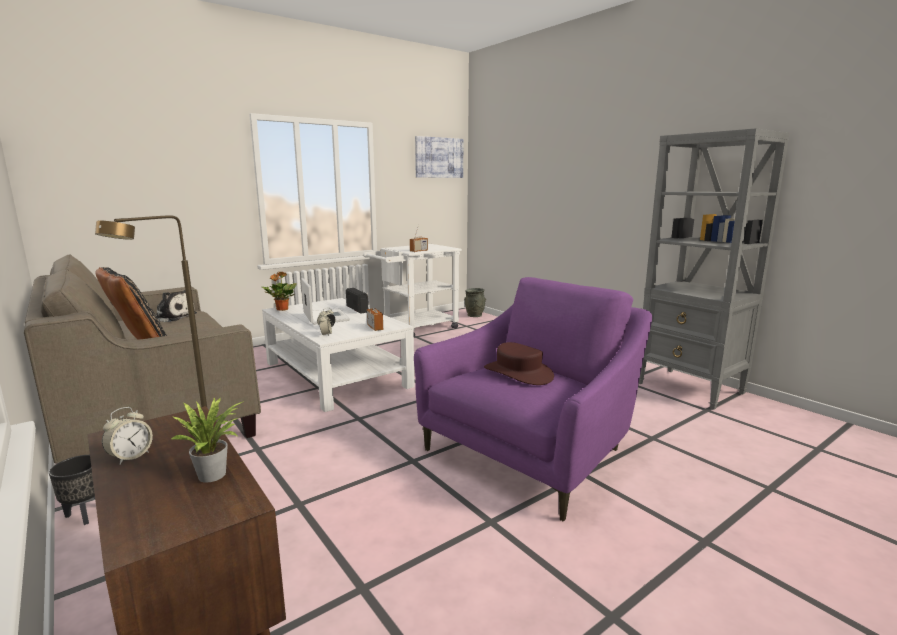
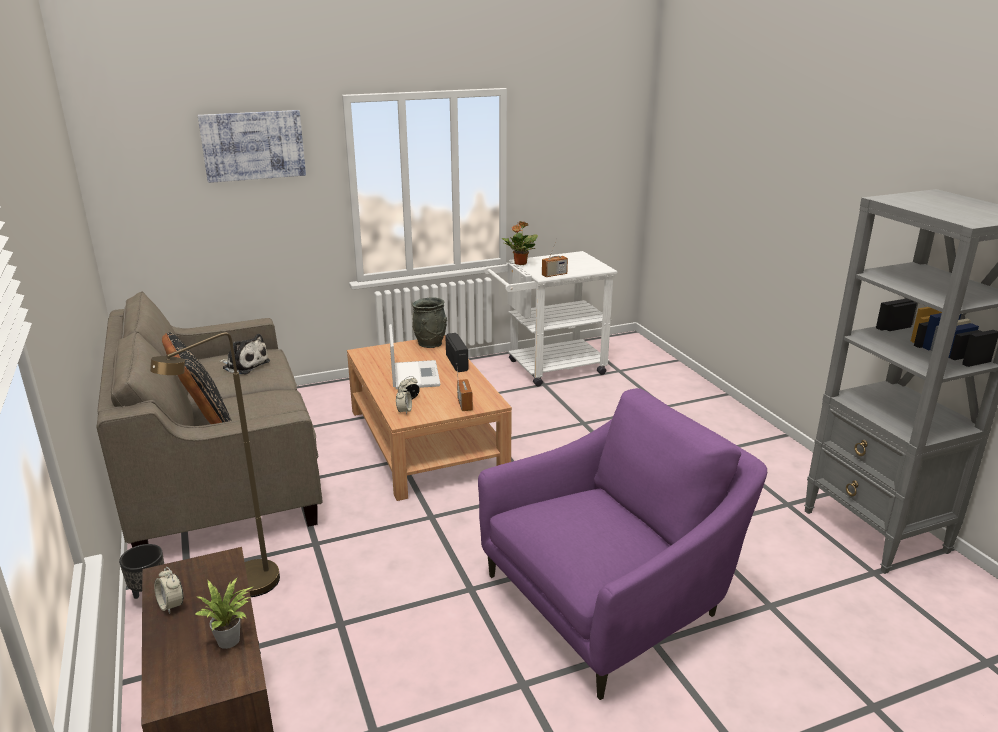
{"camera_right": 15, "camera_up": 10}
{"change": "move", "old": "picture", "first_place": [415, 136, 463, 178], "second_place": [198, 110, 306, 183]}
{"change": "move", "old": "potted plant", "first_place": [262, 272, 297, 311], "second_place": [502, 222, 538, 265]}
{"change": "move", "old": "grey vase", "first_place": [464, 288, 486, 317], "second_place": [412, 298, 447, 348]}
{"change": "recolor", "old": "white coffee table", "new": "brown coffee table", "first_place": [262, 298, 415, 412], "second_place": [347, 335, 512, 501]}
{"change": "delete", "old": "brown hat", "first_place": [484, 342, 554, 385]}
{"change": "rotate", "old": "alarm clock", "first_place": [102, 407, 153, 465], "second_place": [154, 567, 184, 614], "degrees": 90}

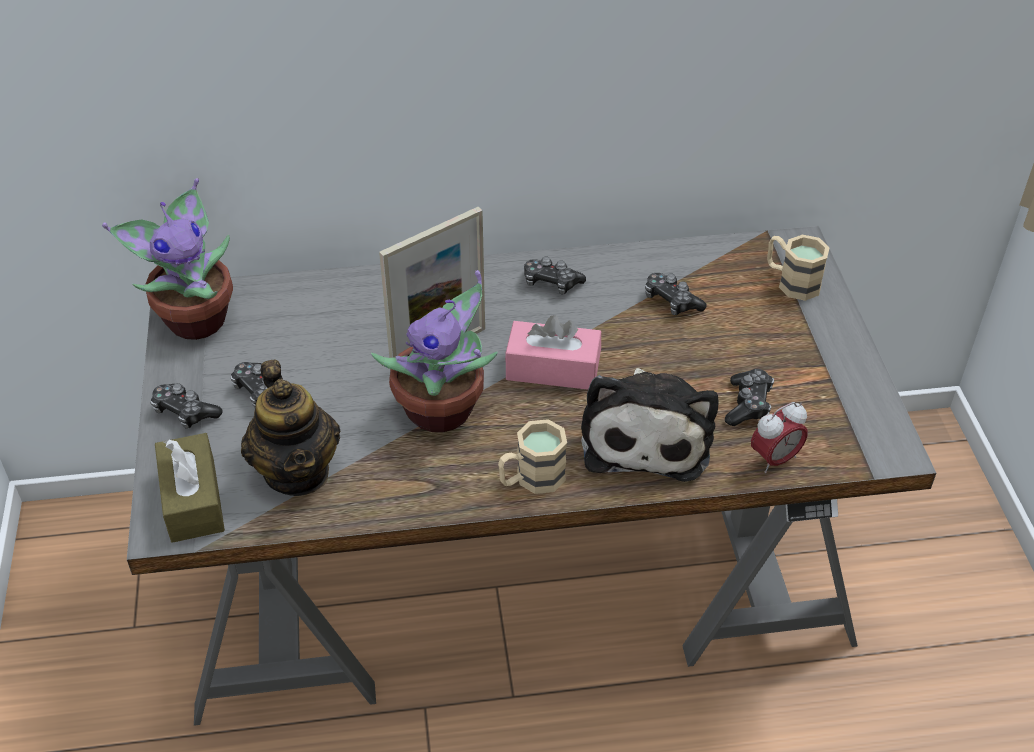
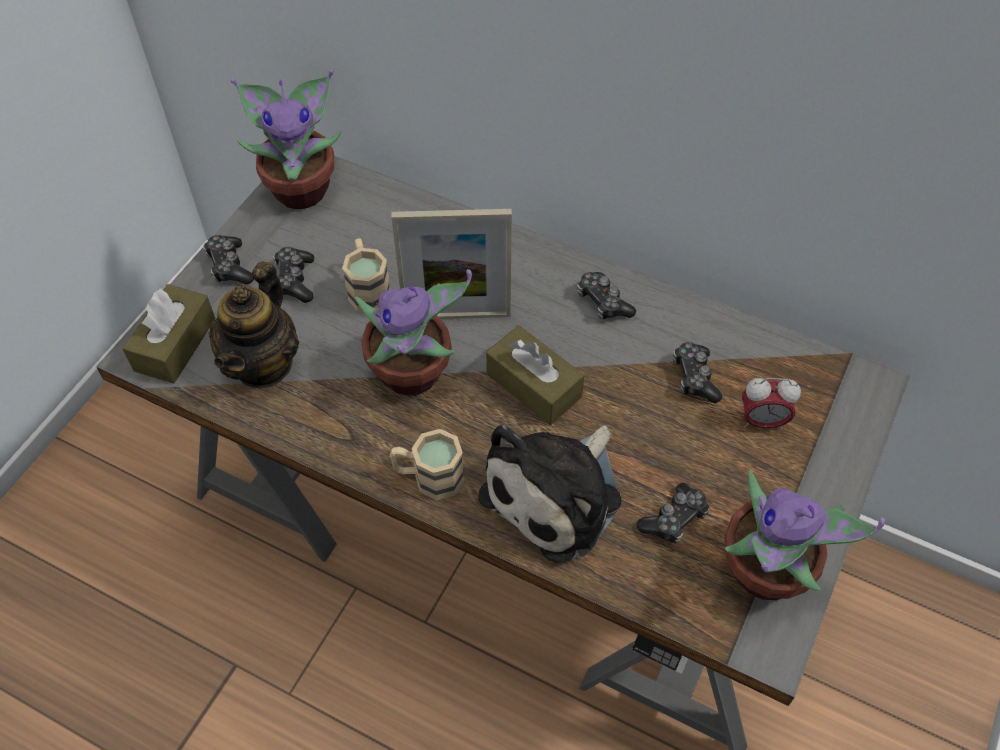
{"camera_right": 35, "camera_up": 10}
{"change": "move", "old": "beige mug", "first_place": [767, 235, 830, 301], "second_place": [342, 239, 390, 312]}
{"change": "recolor", "old": "pink tissue box", "new": "brown tissue box", "first_place": [505, 315, 601, 390], "second_place": [486, 325, 584, 425]}
{"change": "move", "old": "alarm clock", "first_place": [751, 402, 808, 473], "second_place": [742, 378, 801, 430]}
{"change": "insert", "new": "potted plant", "second_place": [724, 471, 885, 600]}

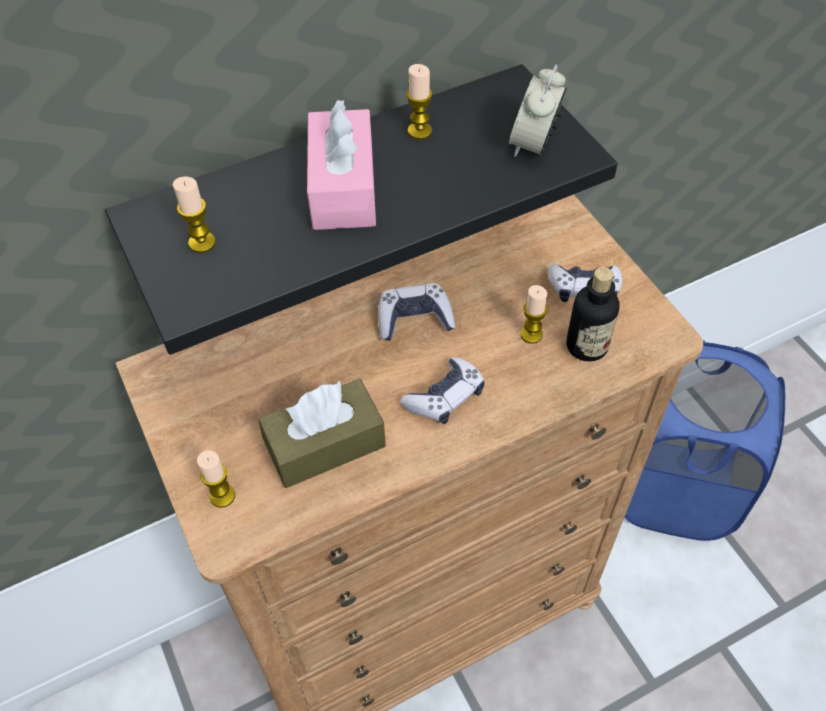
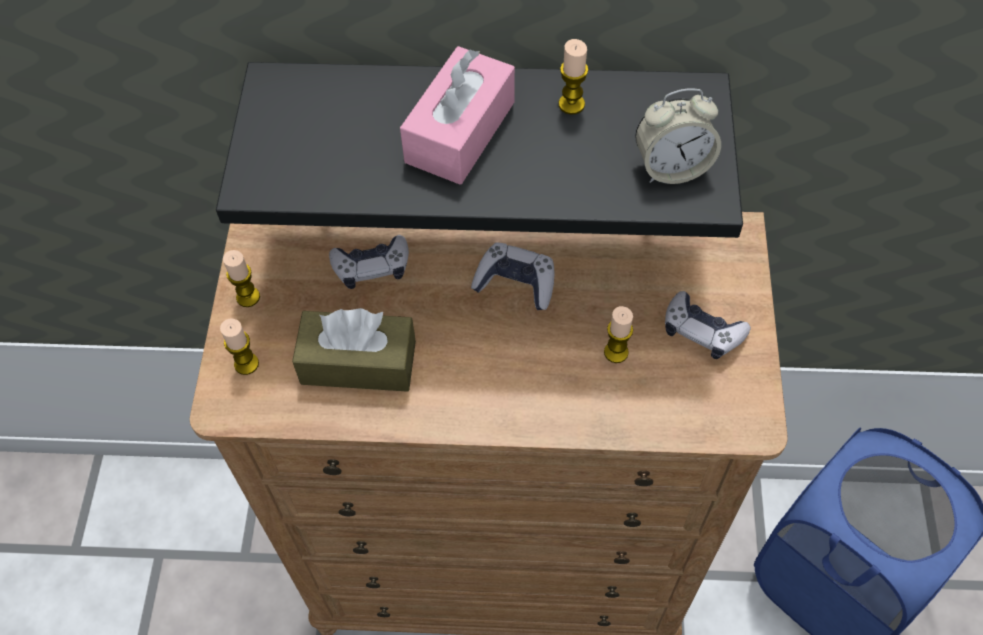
{"camera_right": 30, "camera_up": 5}
{"change": "rotate", "old": "alarm clock", "first_place": [508, 64, 567, 157], "second_place": [635, 88, 721, 184], "degrees": -150}
{"change": "move", "old": "candle", "first_place": [173, 176, 216, 253], "second_place": [223, 250, 260, 307]}
{"change": "delete", "old": "bottle", "first_place": [567, 267, 619, 362]}
{"change": "move", "old": "game controller", "first_place": [400, 357, 485, 424], "second_place": [329, 235, 409, 289]}

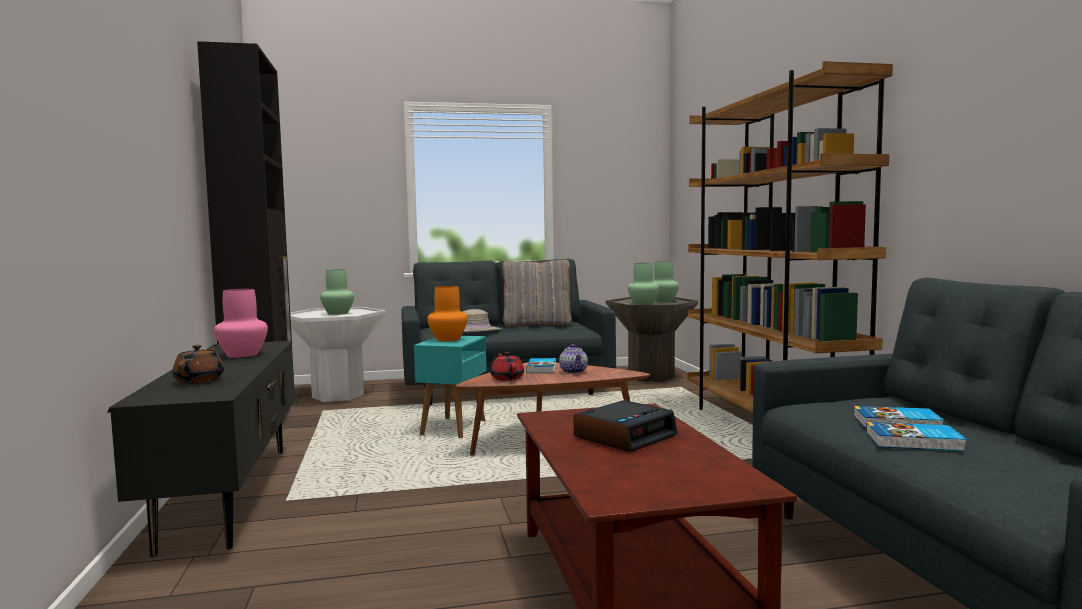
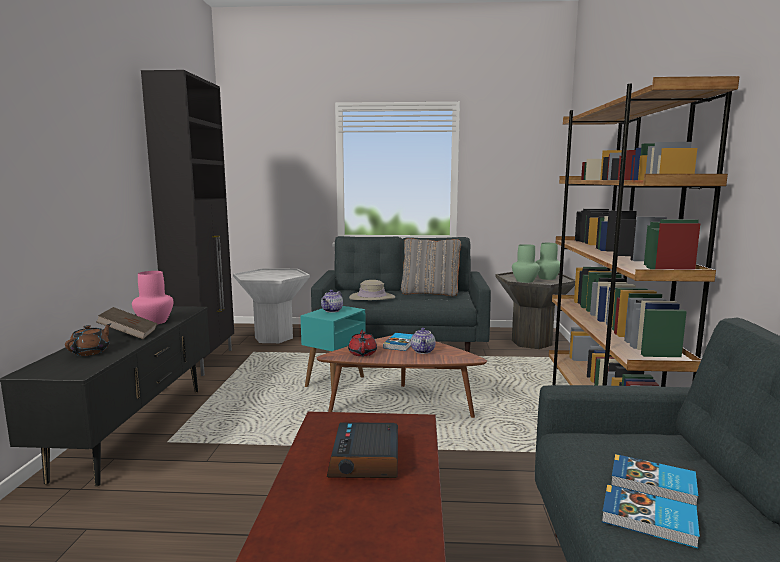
{"camera_right": 15, "camera_up": 5}
{"change": "delete", "old": "green vase", "first_place": [320, 270, 354, 315]}
{"change": "replace", "old": "orange vase", "new": "teapot", "first_place": [427, 286, 468, 341], "second_place": [321, 290, 343, 313]}
{"change": "rotate", "old": "alarm clock", "first_place": [573, 400, 677, 452], "second_place": [327, 422, 398, 478], "degrees": 120}
{"change": "insert", "new": "brown book", "second_place": [96, 307, 157, 339]}

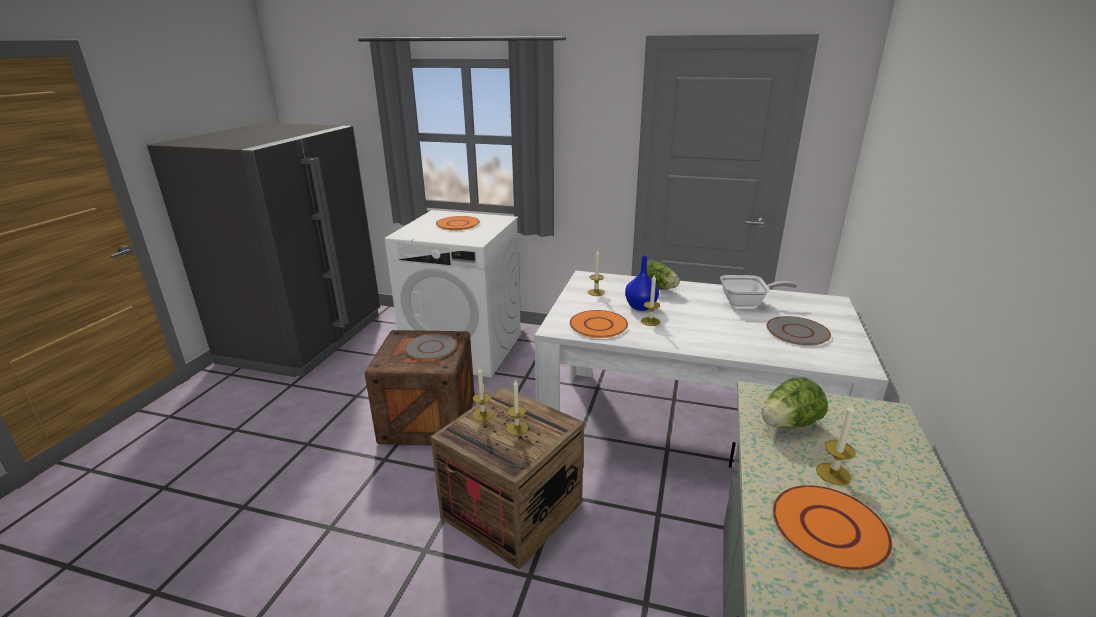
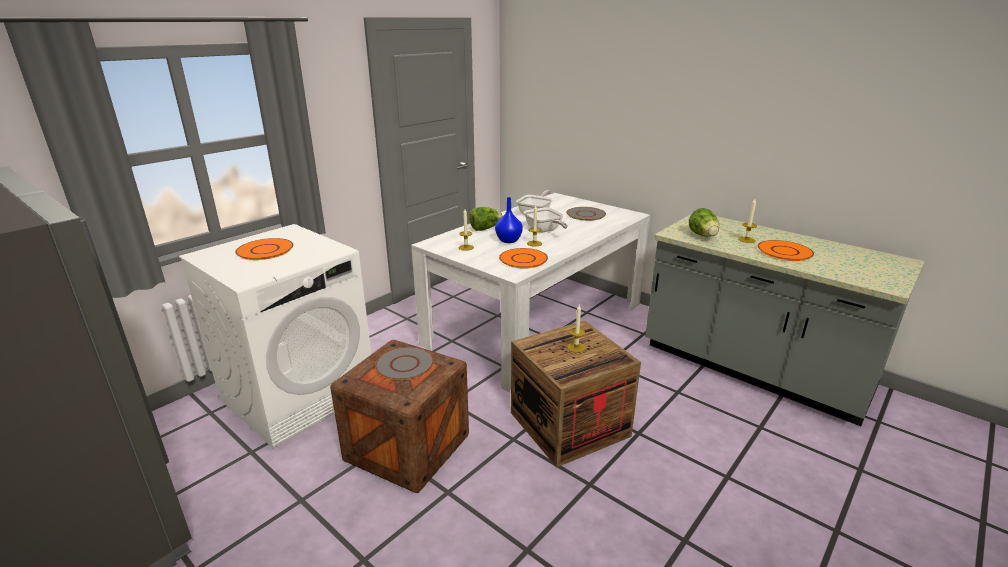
{"camera_right": -65, "camera_up": 0}
{"change": "delete", "old": "candle", "first_place": [473, 366, 493, 421]}
{"change": "insert", "new": "frying pan", "second_place": [523, 207, 568, 233]}

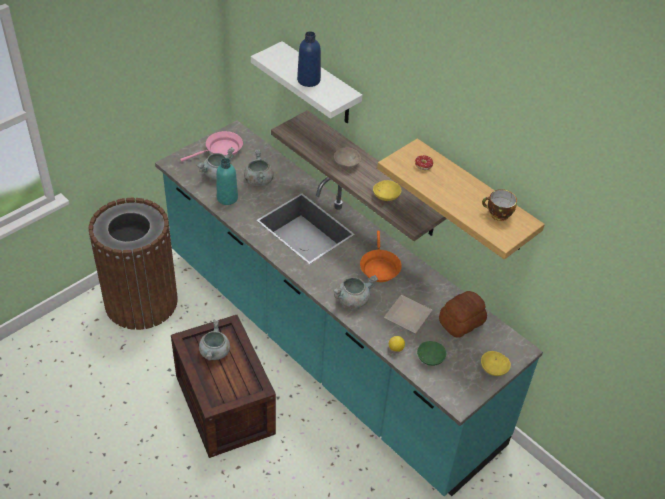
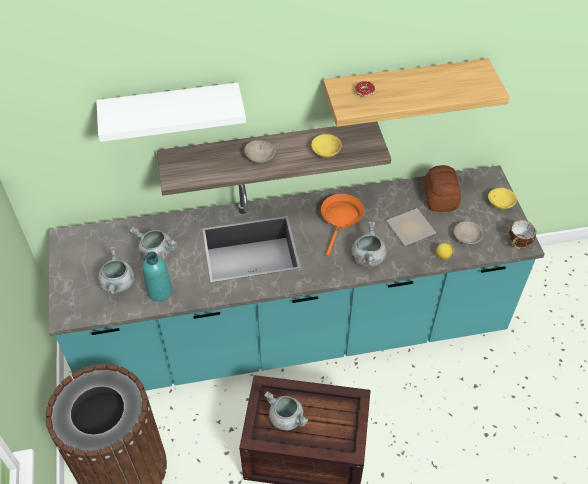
{"camera_right": -55, "camera_up": 5}
{"change": "delete", "old": "blue bottle", "first_place": [297, 31, 321, 87]}
{"change": "delete", "old": "pink frying pan", "first_place": [180, 131, 243, 162]}
{"change": "move", "old": "cup", "first_place": [482, 189, 517, 221], "second_place": [509, 220, 537, 249]}
{"change": "rotate", "old": "orange frying pan", "first_place": [360, 231, 402, 282], "second_place": [321, 194, 364, 256], "degrees": -105}
{"change": "recolor", "old": "green bowl", "new": "beige bowl", "first_place": [417, 341, 446, 366], "second_place": [454, 221, 483, 245]}

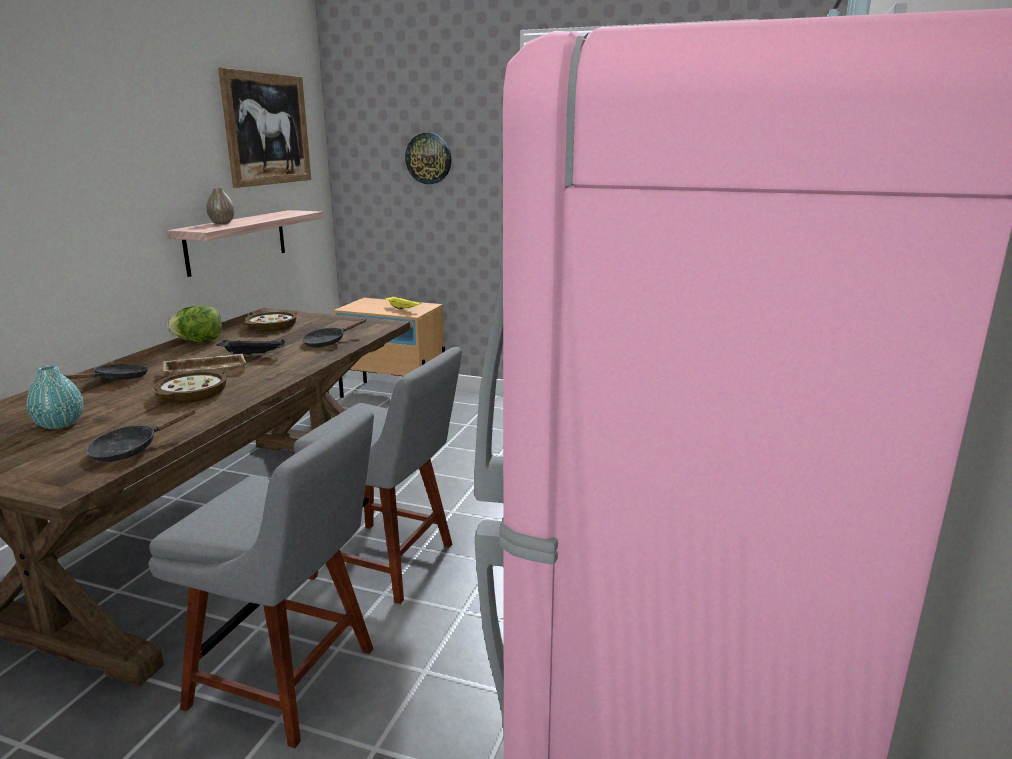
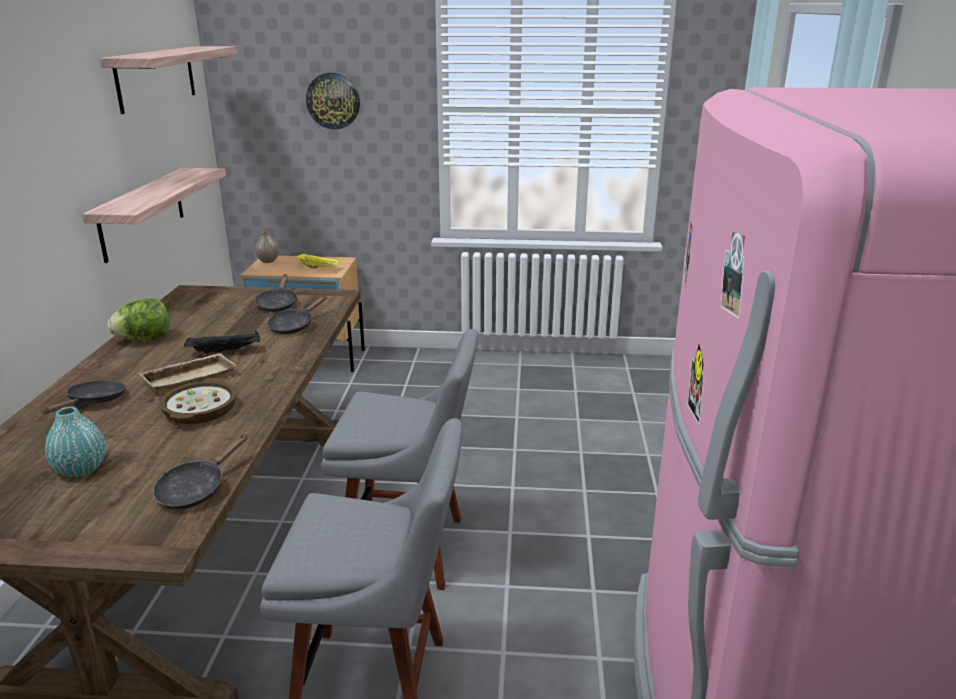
{"camera_right": -15, "camera_up": 5}
{"change": "replace", "old": "picture", "new": "shelf", "first_place": [218, 67, 311, 188], "second_place": [100, 46, 237, 114]}
{"change": "move", "old": "vase", "first_place": [206, 188, 234, 224], "second_place": [255, 232, 279, 263]}
{"change": "delete", "old": "bowl", "first_place": [243, 311, 297, 332]}
{"change": "insert", "new": "black frying pan", "second_place": [255, 274, 298, 312]}

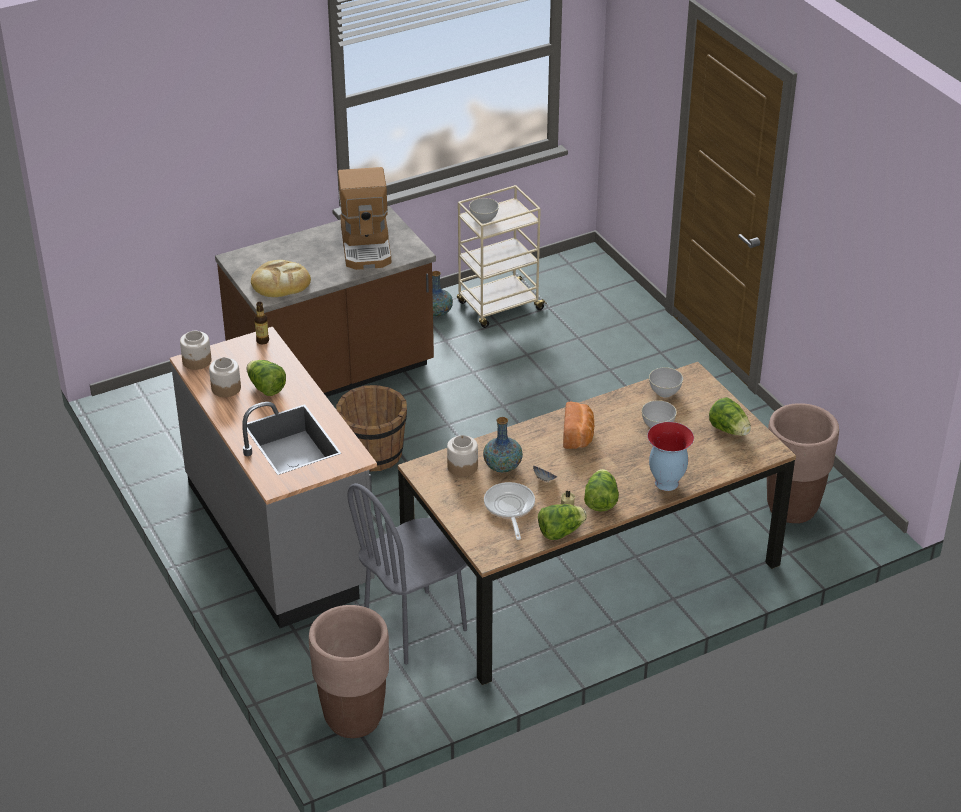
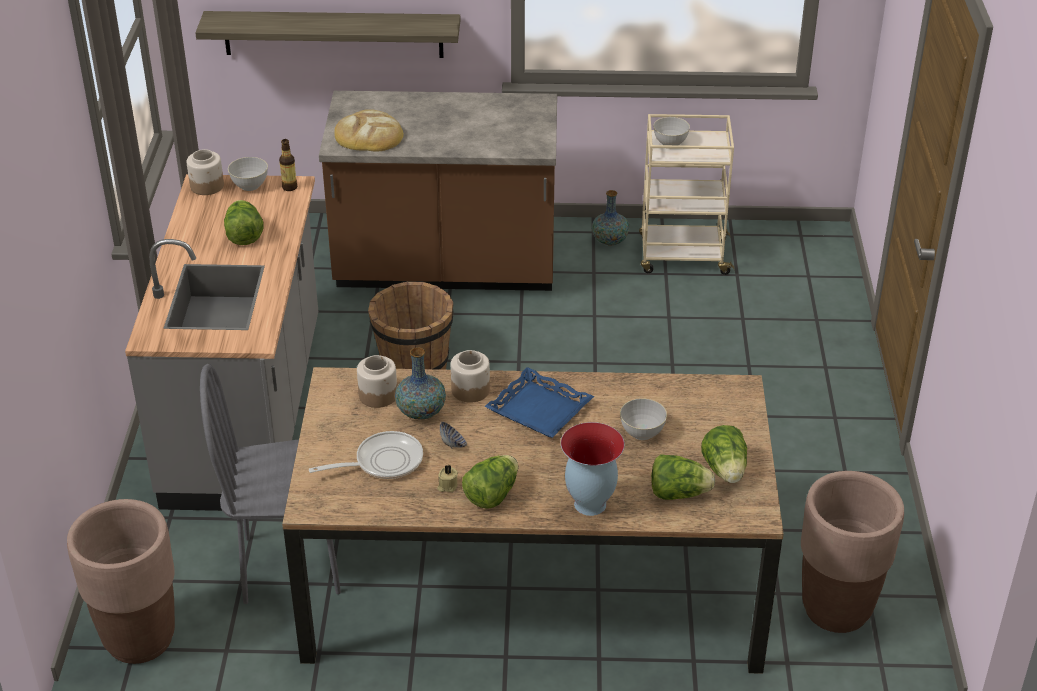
{"camera_right": 30, "camera_up": 0}
{"change": "delete", "old": "coffee machine", "first_place": [338, 167, 391, 270]}
{"change": "move", "old": "jar", "first_place": [209, 357, 241, 397], "second_place": [451, 350, 490, 403]}
{"change": "move", "old": "grey bowl", "first_place": [649, 367, 683, 398], "second_place": [228, 157, 268, 191]}
{"change": "replace", "old": "bread", "new": "blue tray", "first_place": [563, 402, 594, 449], "second_place": [484, 367, 594, 438]}
{"change": "rotate", "old": "frying pan", "first_place": [484, 482, 535, 540], "second_place": [309, 431, 423, 479], "degrees": 45}
{"change": "move", "old": "lettuce", "first_place": [538, 504, 587, 540], "second_place": [651, 454, 715, 500]}
{"change": "insert", "new": "shelf", "second_place": [195, 11, 460, 58]}

